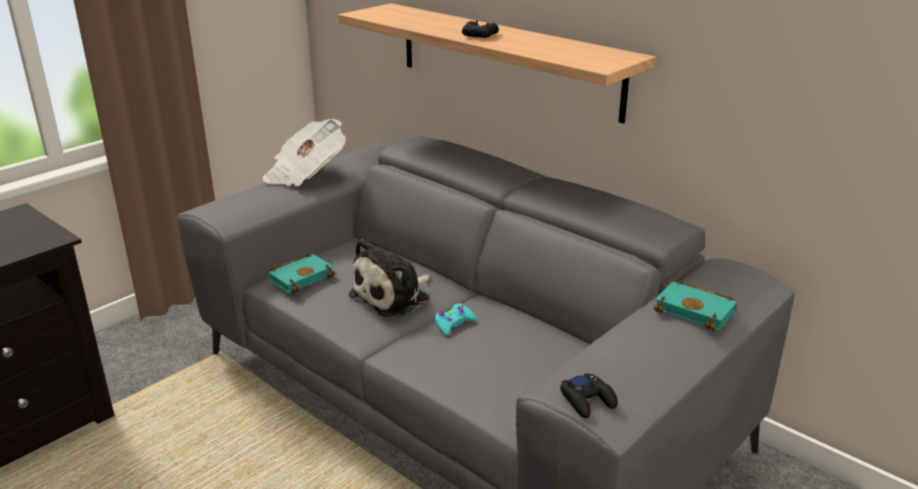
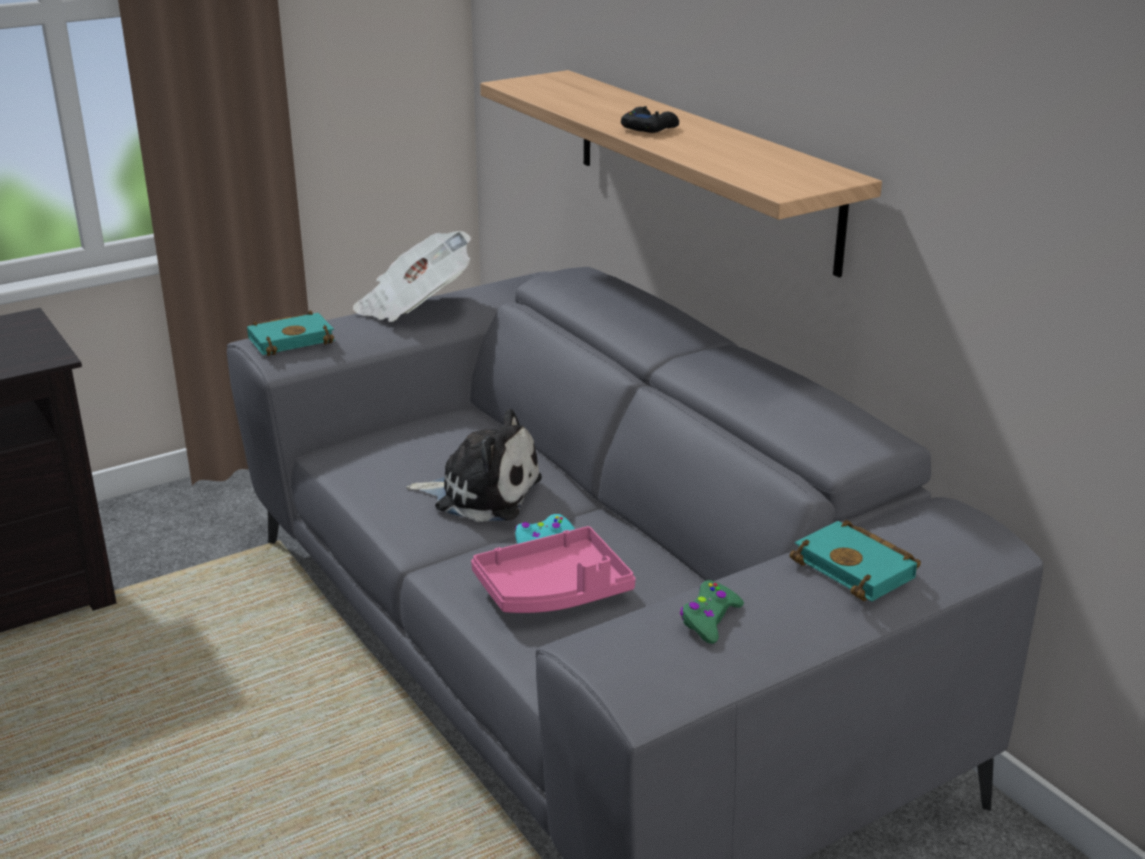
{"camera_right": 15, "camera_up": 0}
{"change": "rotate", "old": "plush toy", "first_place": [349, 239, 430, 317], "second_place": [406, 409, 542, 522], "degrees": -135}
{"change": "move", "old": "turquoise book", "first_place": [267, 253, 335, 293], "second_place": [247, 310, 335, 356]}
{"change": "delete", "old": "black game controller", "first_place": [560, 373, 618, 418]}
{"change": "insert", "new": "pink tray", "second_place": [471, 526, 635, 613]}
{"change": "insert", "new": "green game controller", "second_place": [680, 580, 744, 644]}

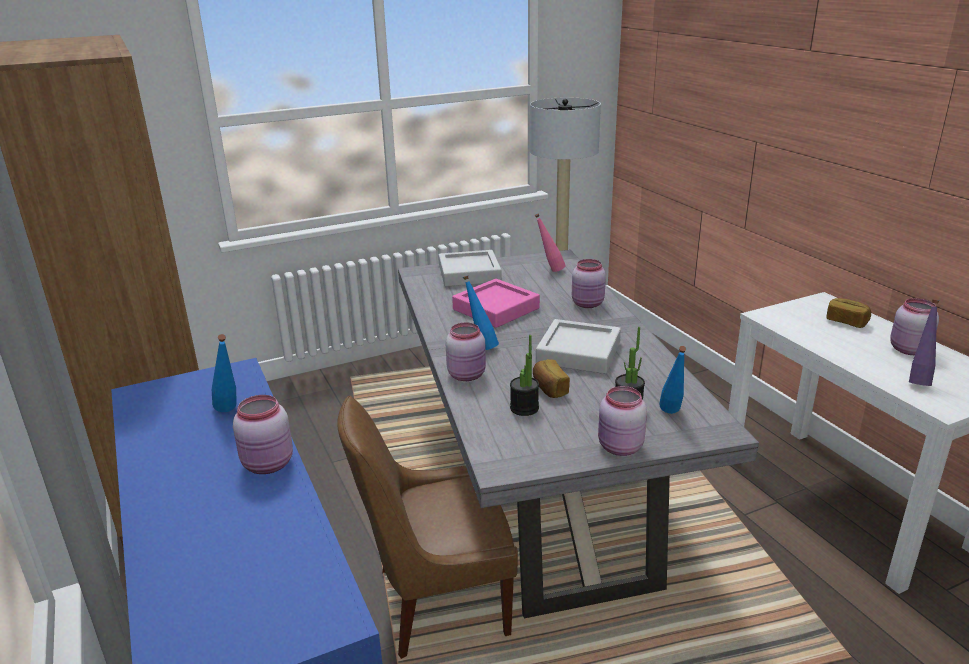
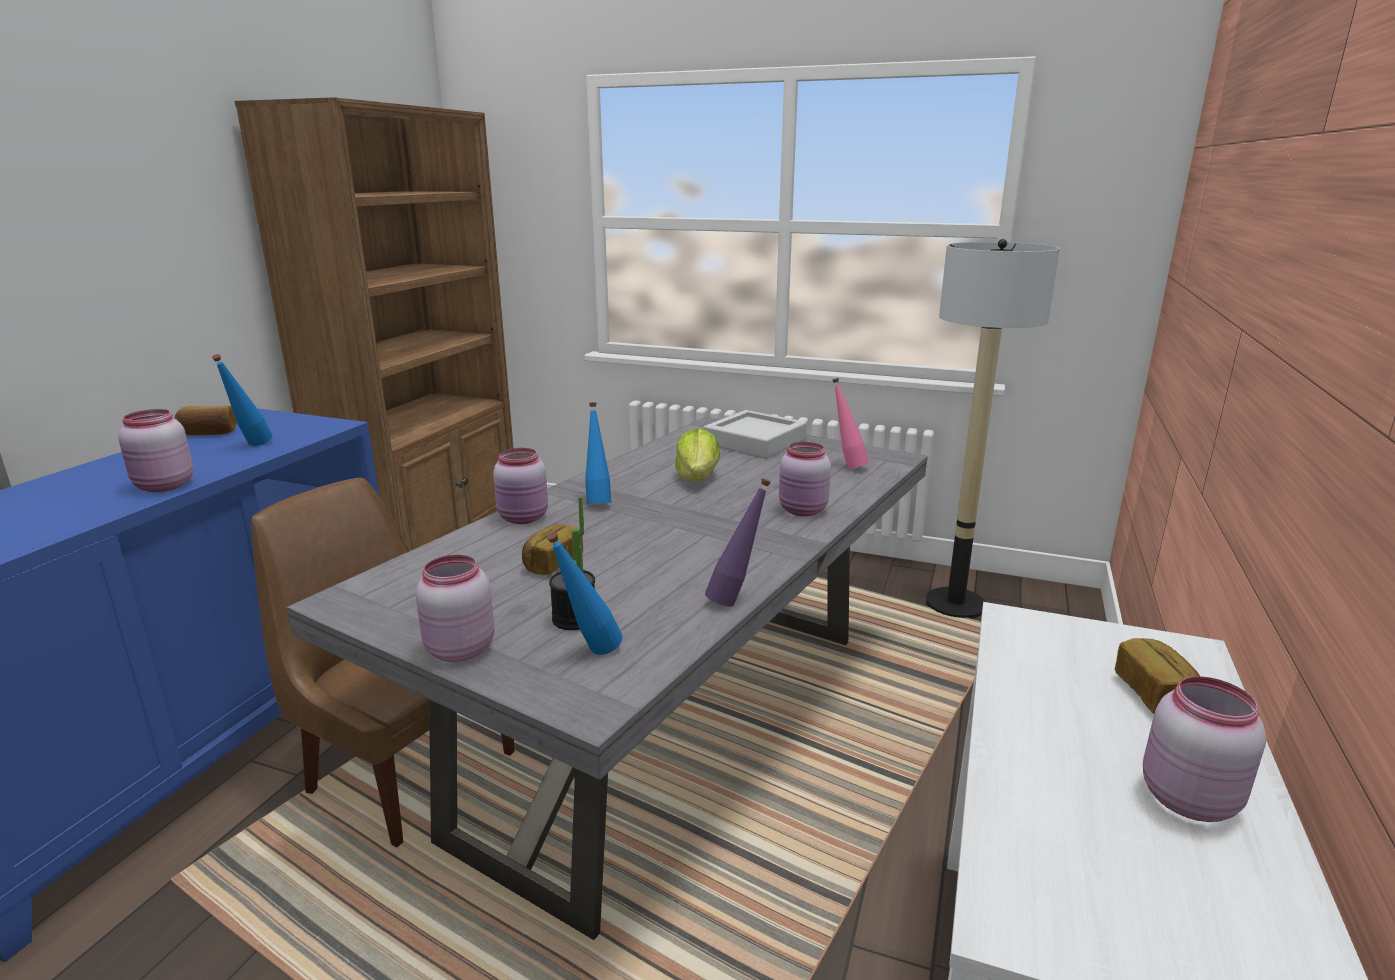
{"camera_right": 45, "camera_up": -5}
{"change": "replace", "old": "pink tray", "new": "lettuce", "first_place": [452, 279, 540, 328], "second_place": [675, 428, 720, 481]}
{"change": "move", "old": "purple bottle", "first_place": [909, 300, 939, 386], "second_place": [705, 478, 771, 607]}
{"change": "delete", "old": "grey tray", "first_place": [536, 319, 621, 374]}
{"change": "delete", "old": "potted plant", "first_place": [510, 335, 539, 416]}
{"change": "insert", "new": "bread", "second_place": [175, 406, 237, 435]}

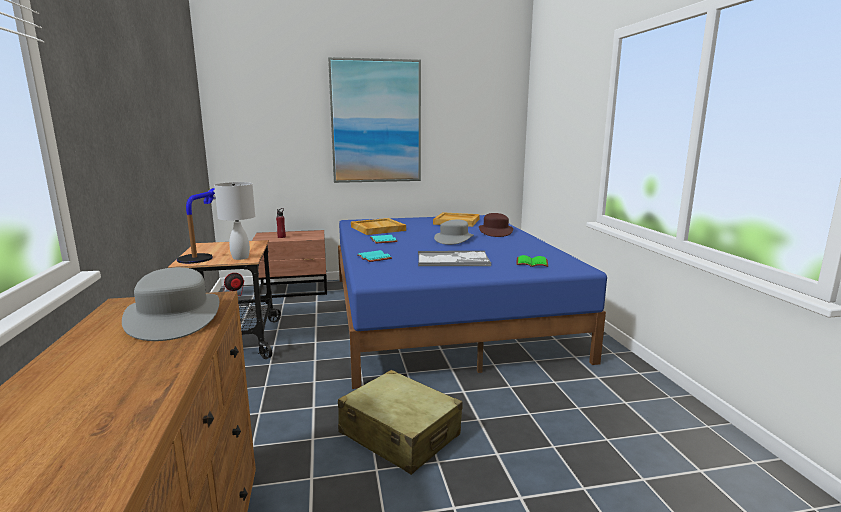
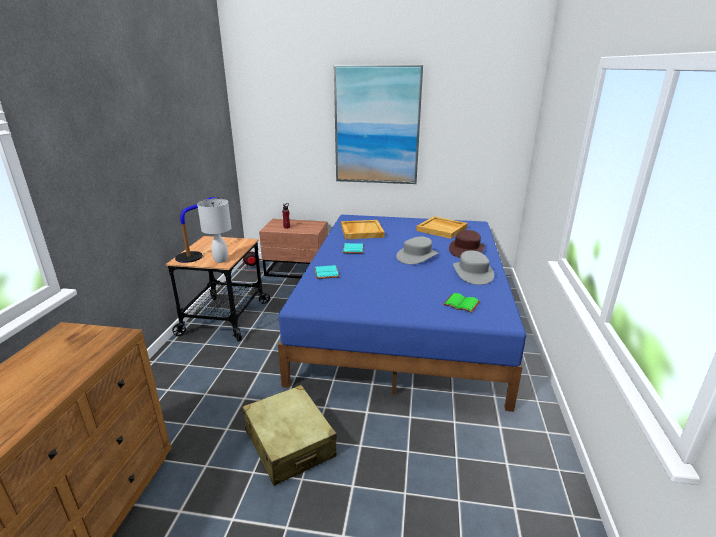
{"camera_right": 20, "camera_up": 10}
{"change": "delete", "old": "tray", "first_place": [418, 251, 491, 267]}
{"change": "move", "old": "grey hat", "first_place": [122, 267, 219, 341], "second_place": [453, 251, 494, 285]}

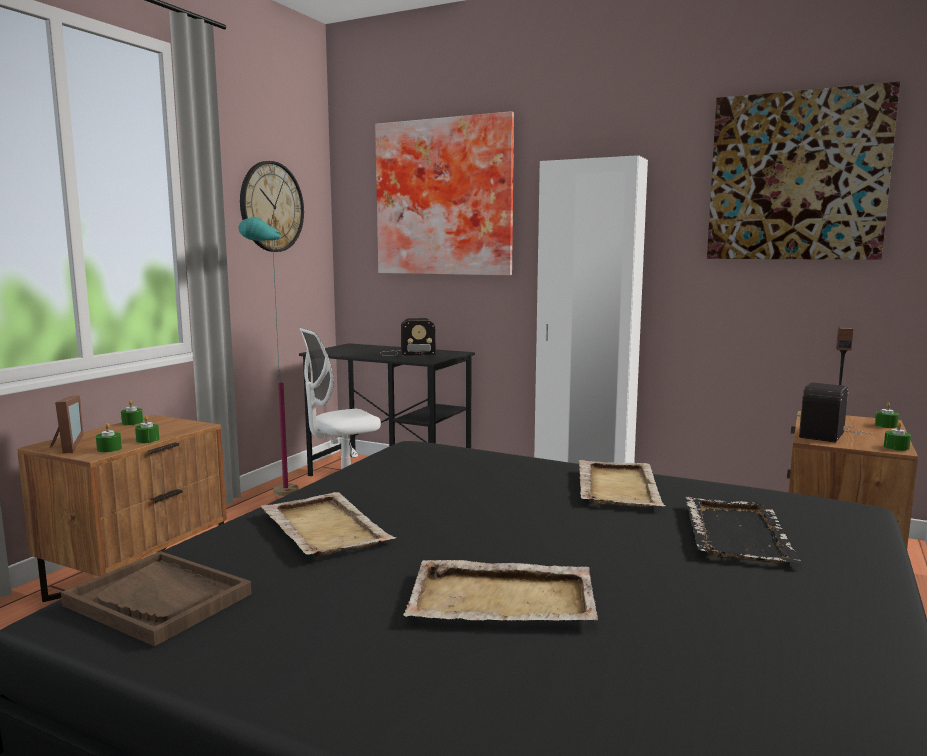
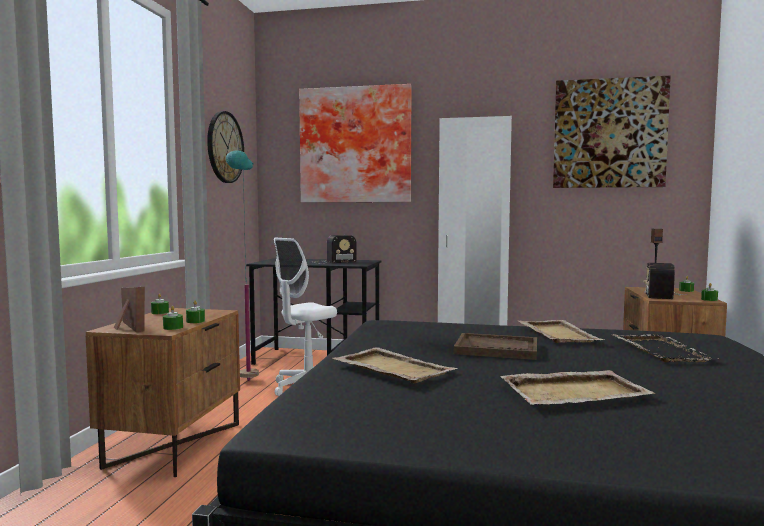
{"camera_right": -15, "camera_up": -5}
{"change": "move", "old": "brown tray", "first_place": [61, 551, 252, 646], "second_place": [454, 333, 537, 360]}

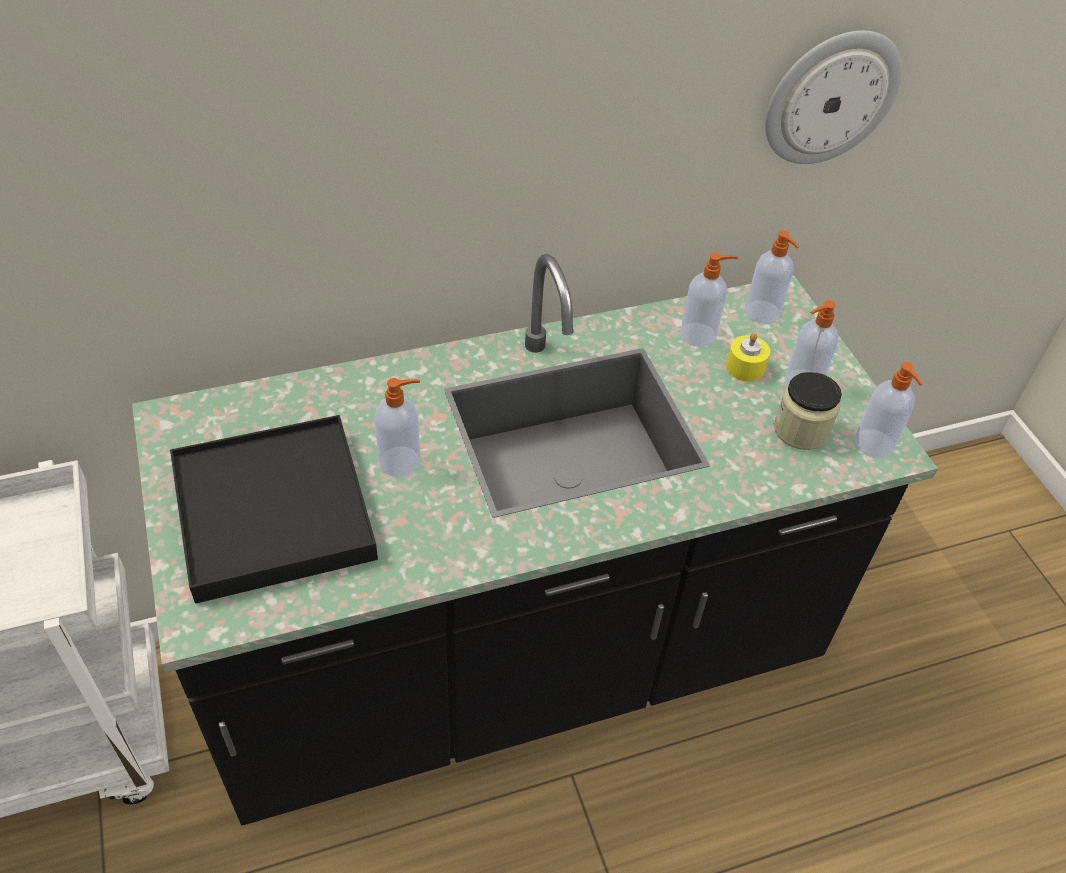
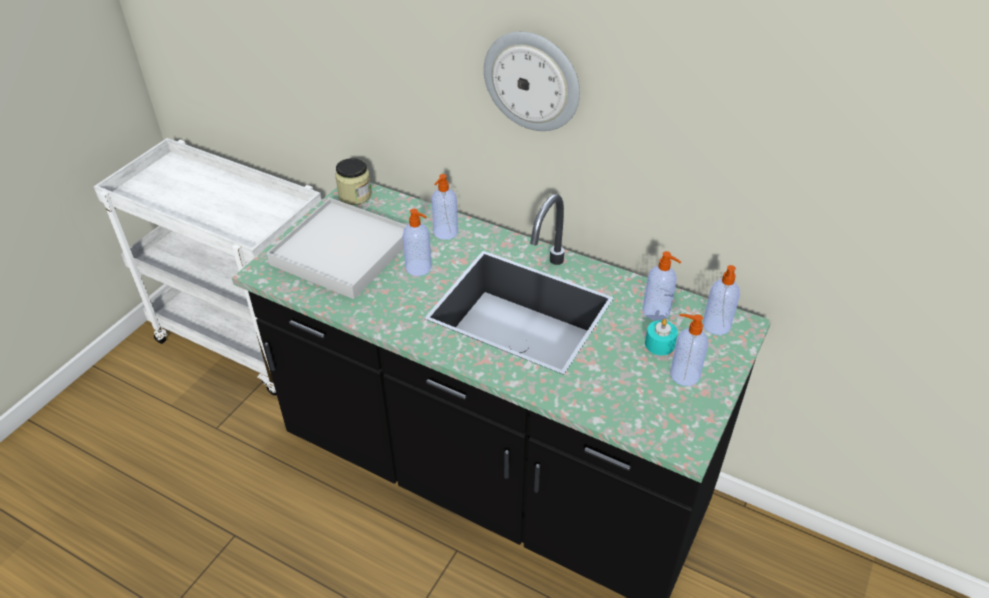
{"camera_right": 50, "camera_up": -5}
{"change": "move", "old": "wall clock", "first_place": [765, 30, 902, 164], "second_place": [484, 32, 580, 131]}
{"change": "recolor", "old": "yellow candle", "new": "turquoise candle", "first_place": [726, 333, 770, 381], "second_place": [645, 319, 678, 356]}
{"change": "move", "old": "soap dispenser", "first_place": [855, 362, 923, 458], "second_place": [432, 174, 458, 240]}
{"change": "move", "old": "jar", "first_place": [774, 372, 842, 450], "second_place": [335, 158, 372, 205]}
{"change": "recolor", "old": "black tray", "new": "white tray", "first_place": [170, 415, 378, 604], "second_place": [267, 198, 407, 299]}

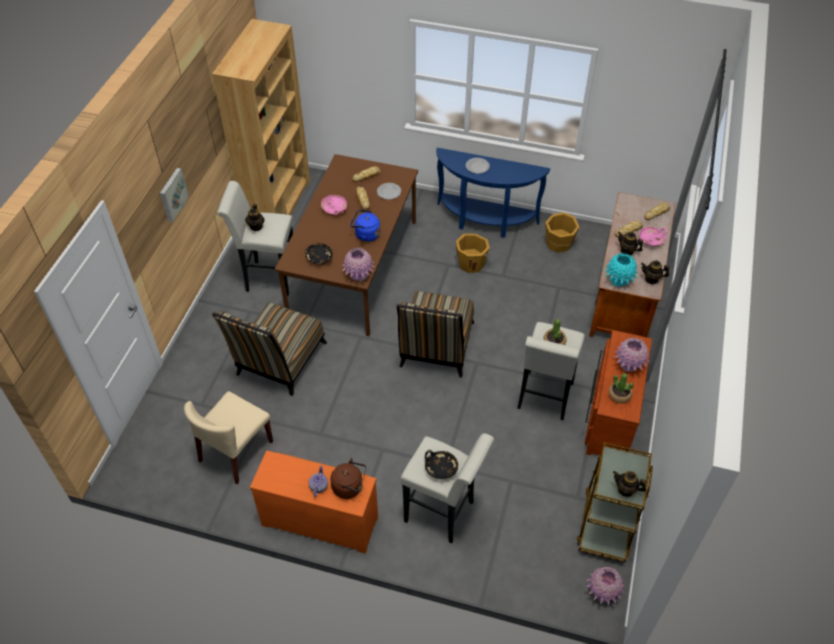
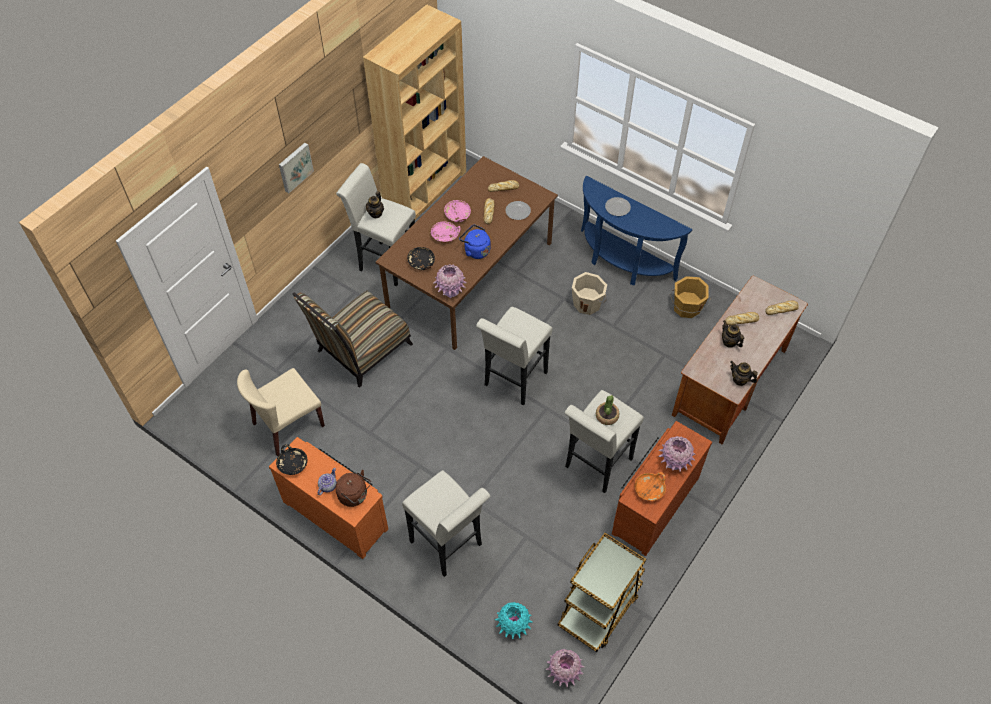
{"camera_right": 20, "camera_up": 5}
{"change": "move", "old": "pink bowl", "first_place": [639, 227, 667, 247], "second_place": [431, 222, 461, 243]}
{"change": "recolor", "old": "orange bucket", "new": "beige bucket", "first_place": [456, 234, 491, 273], "second_place": [572, 272, 607, 315]}
{"change": "move", "old": "turquoise vase", "first_place": [604, 253, 638, 287], "second_place": [495, 602, 533, 640]}
{"change": "replace", "old": "chair", "new": "white stool", "first_place": [396, 291, 474, 378], "second_place": [476, 307, 552, 406]}
{"change": "replace", "old": "potted plant", "new": "orange bowl", "first_place": [608, 373, 633, 403], "second_place": [635, 472, 666, 501]}
{"change": "move", "old": "black bowl", "first_place": [425, 450, 458, 479], "second_place": [276, 444, 307, 475]}
{"change": "delete", "old": "teapot", "first_place": [613, 471, 646, 497]}

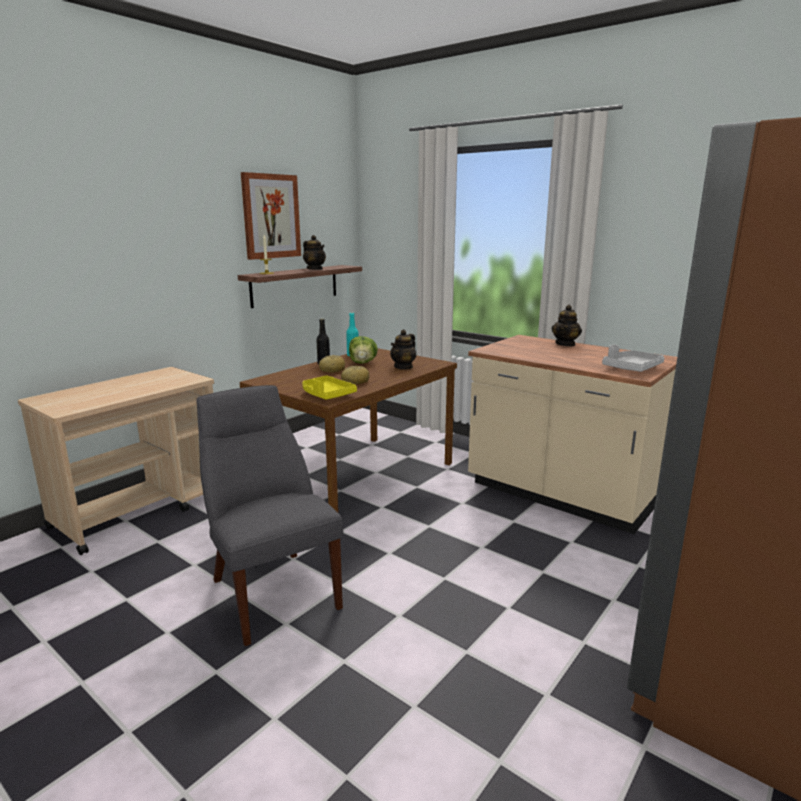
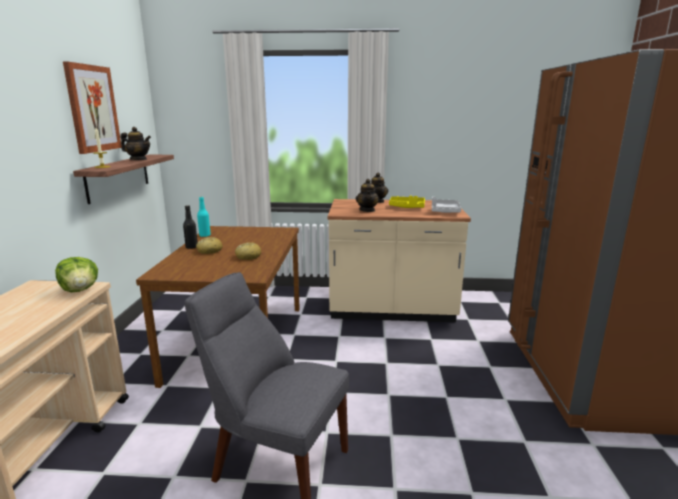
{"camera_right": -35, "camera_up": 0}
{"change": "move", "old": "teapot", "first_place": [390, 329, 416, 370], "second_place": [356, 179, 380, 212]}
{"change": "move", "old": "lettuce", "first_place": [349, 336, 378, 364], "second_place": [55, 257, 98, 292]}
{"change": "move", "old": "yellow tray", "first_place": [302, 375, 357, 400], "second_place": [389, 196, 425, 208]}

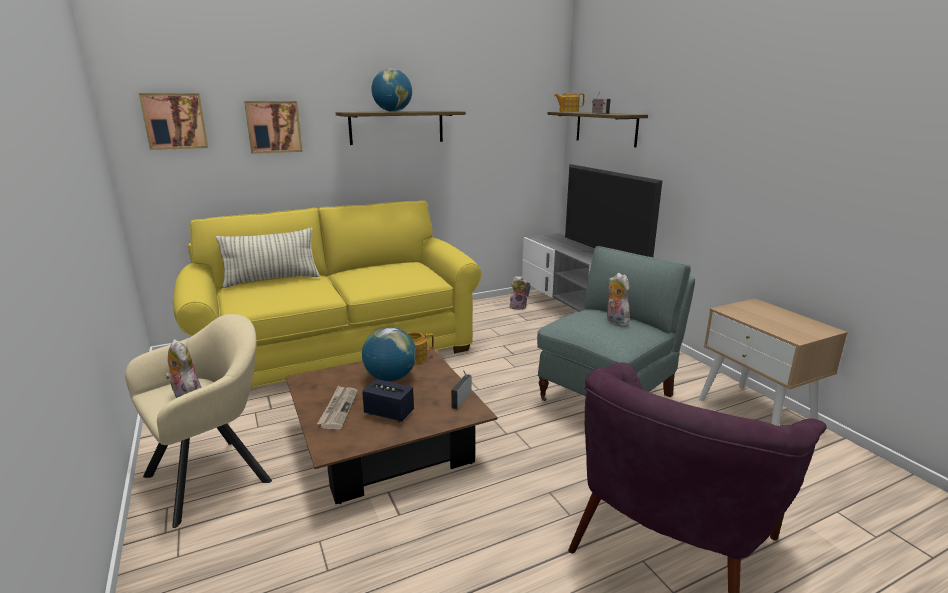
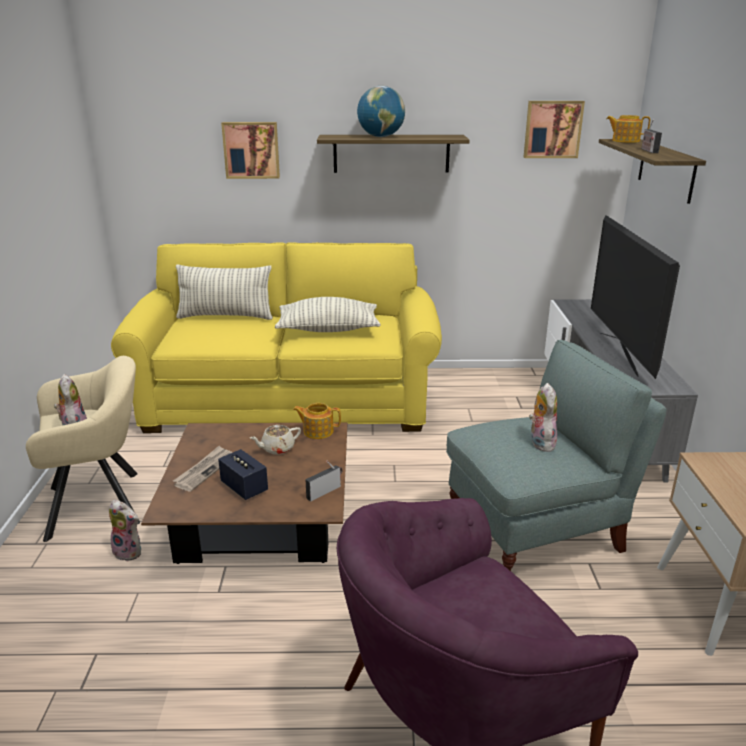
{"camera_right": 25, "camera_up": 5}
{"change": "move", "old": "picture", "first_place": [139, 93, 208, 150], "second_place": [524, 101, 585, 158]}
{"change": "move", "old": "plush toy", "first_place": [509, 276, 530, 310], "second_place": [109, 500, 141, 561]}
{"change": "replace", "old": "globe", "new": "beige teapot", "first_place": [362, 327, 416, 381], "second_place": [250, 425, 301, 455]}
{"change": "insert", "new": "pillow", "second_place": [275, 297, 381, 332]}

